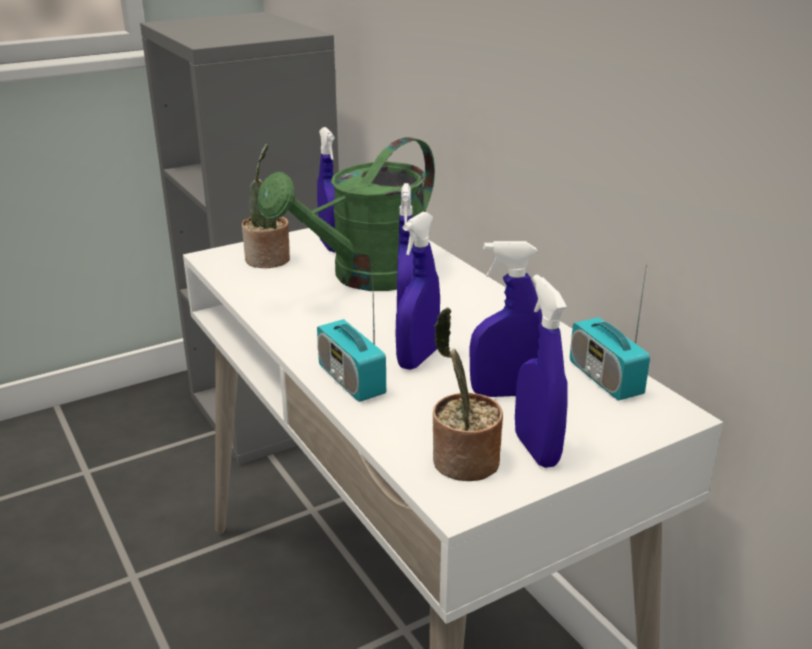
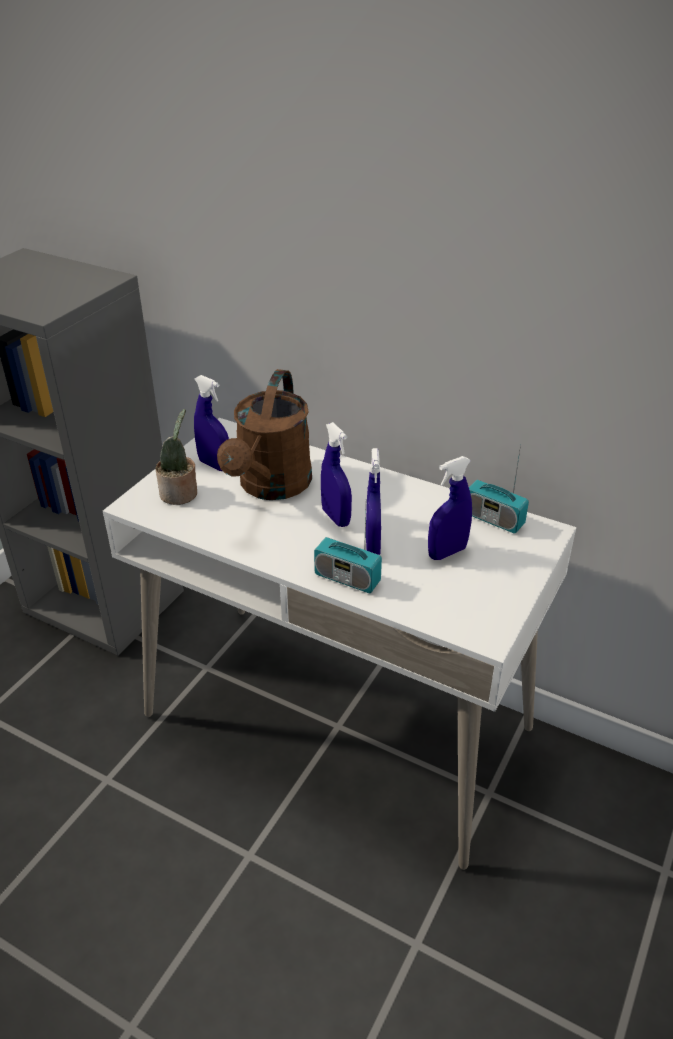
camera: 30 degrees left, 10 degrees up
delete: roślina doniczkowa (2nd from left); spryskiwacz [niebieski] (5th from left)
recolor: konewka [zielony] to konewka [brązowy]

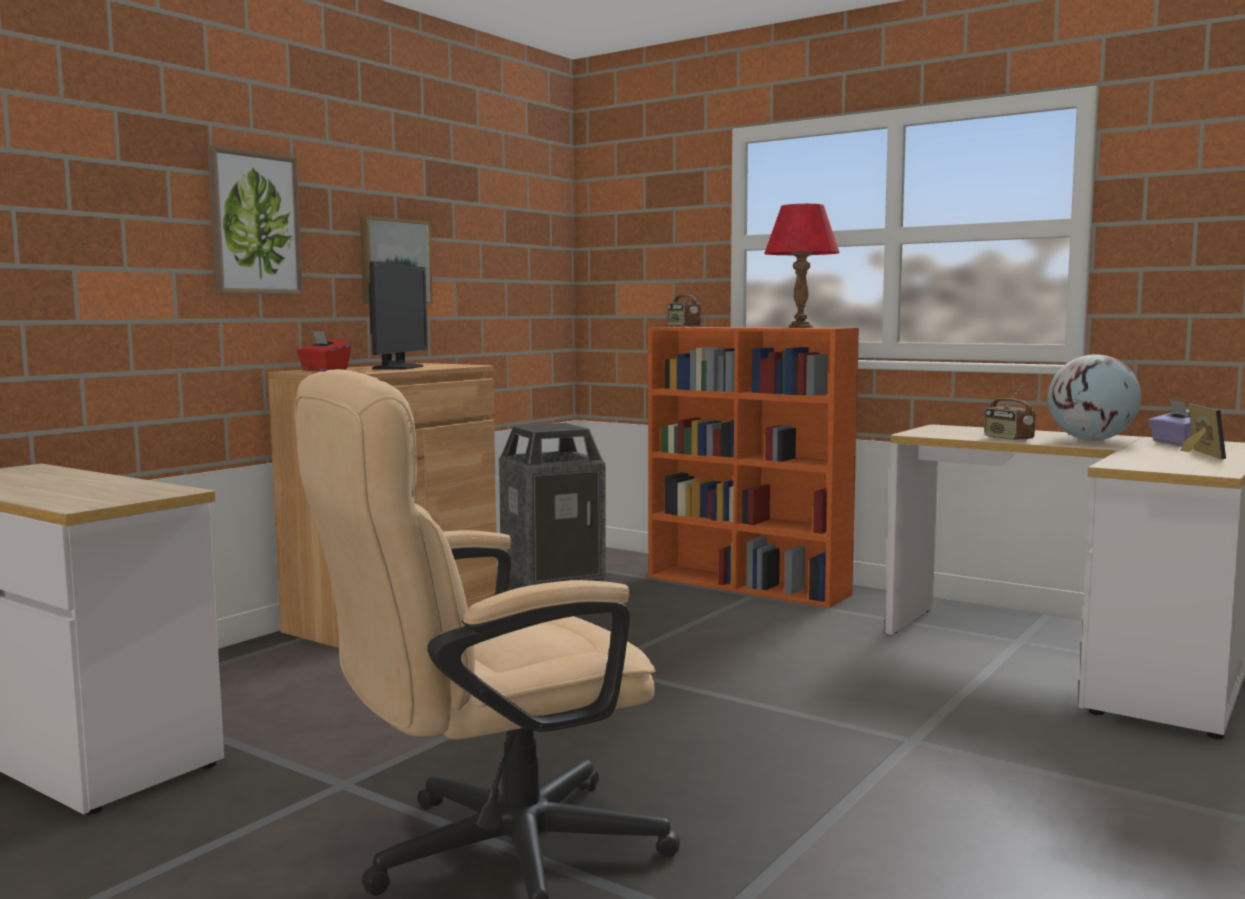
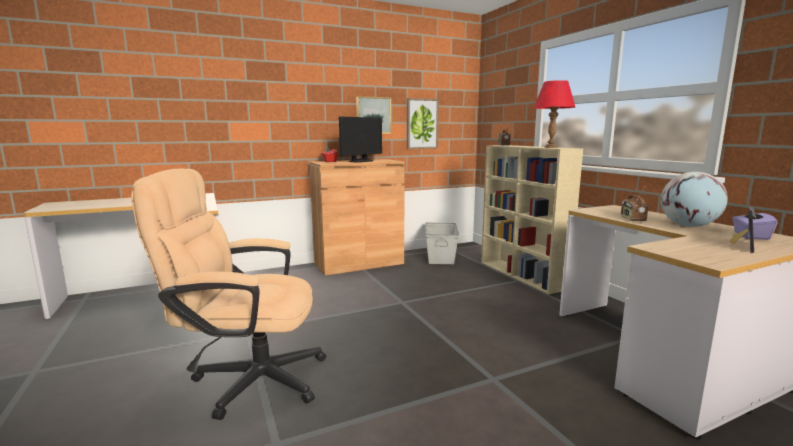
camera: 30 degrees right, 5 degrees up
move: obraz (1st from left in the first image) to obraz (2nd from left)
replace: kosz na śmieci to pojemnik do przechowywania [szary]
recolor: regał [pomarańczowy] to regał [beżowy]

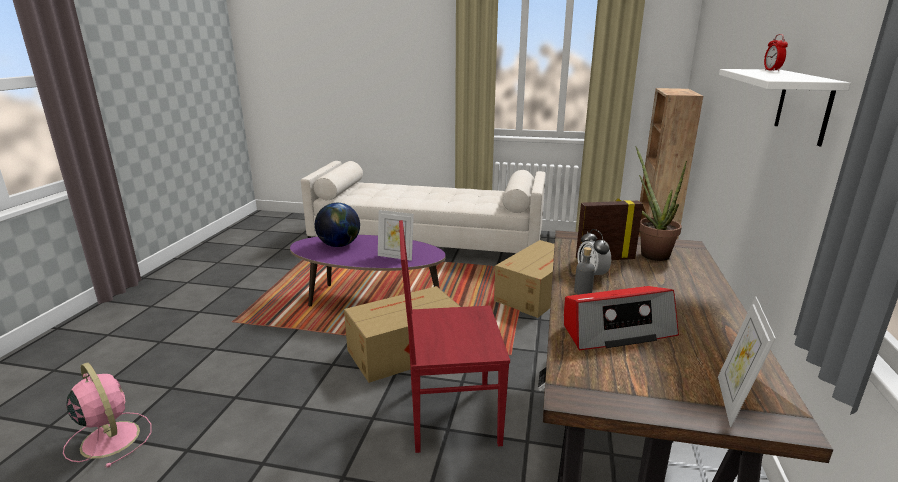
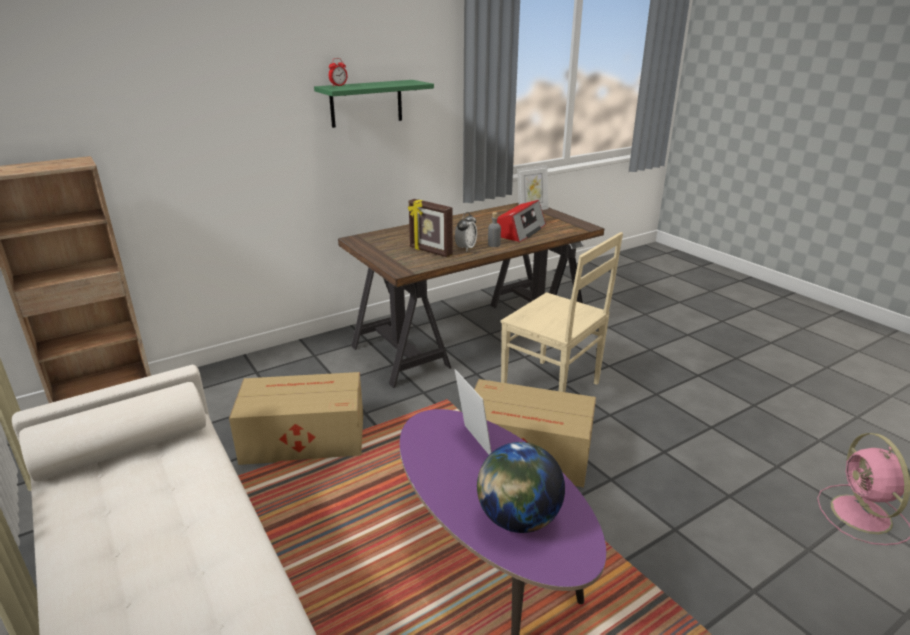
camera: 135 degrees left, 5 degrees up
delete: roślina doniczkowa
recolor: krzesło [czerwony] to krzesło [beżowy]; półka [biały] to półka [zielony]
rotate: radio 90 degrees clockwise

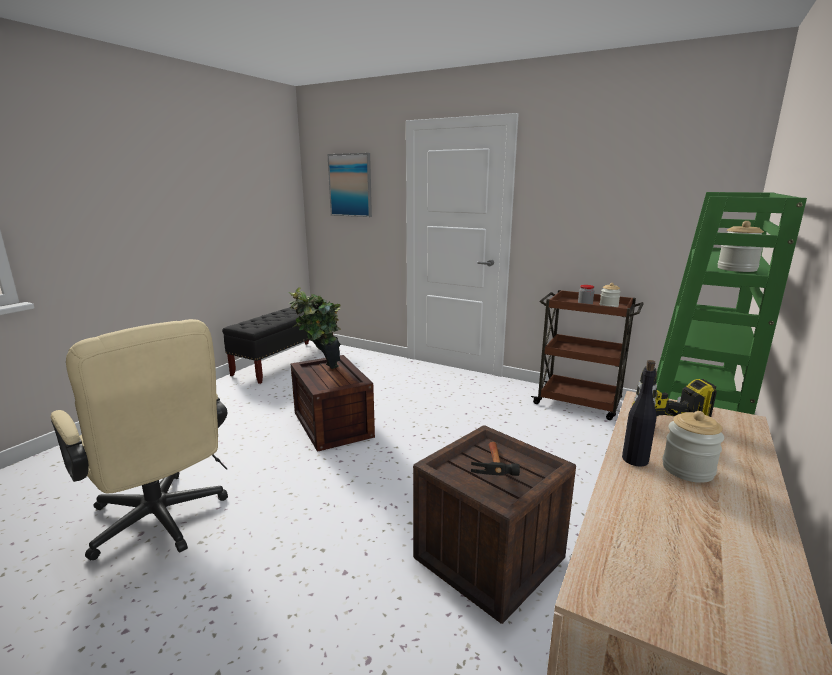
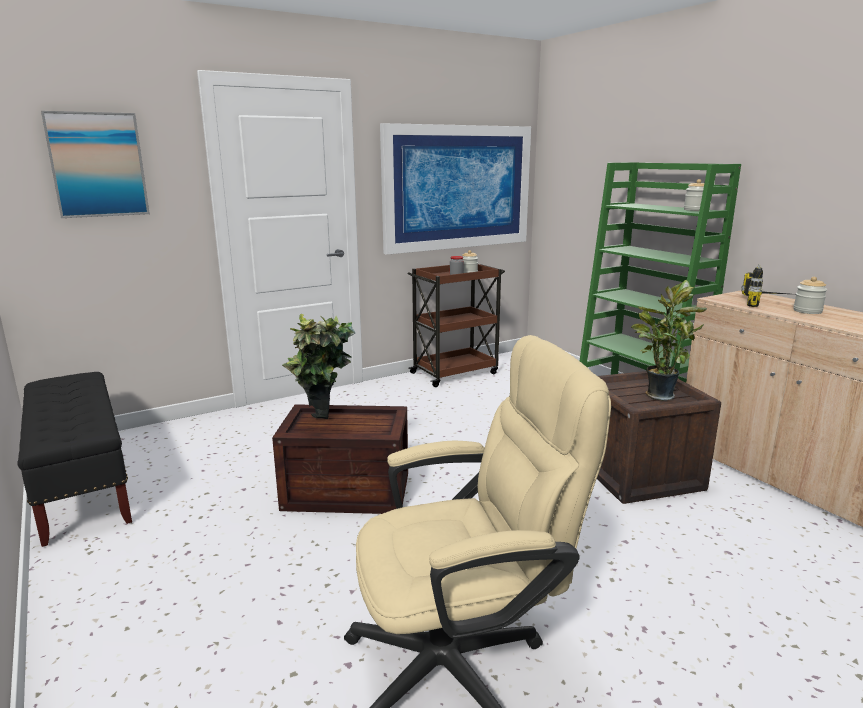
camera: 60 degrees left, 0 degrees up
delete: butelka [czarny]
insert: obraz (2nd from left)
replace: młotek to roślina doniczkowa (2nd from left)

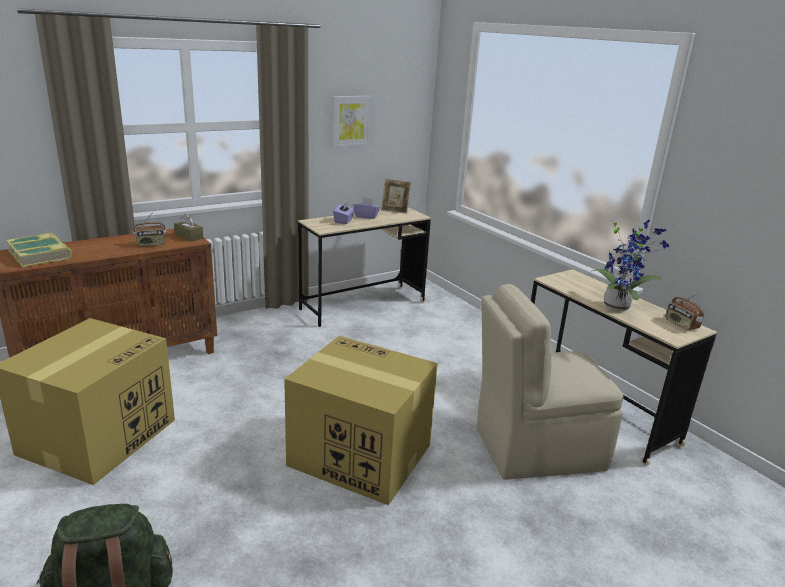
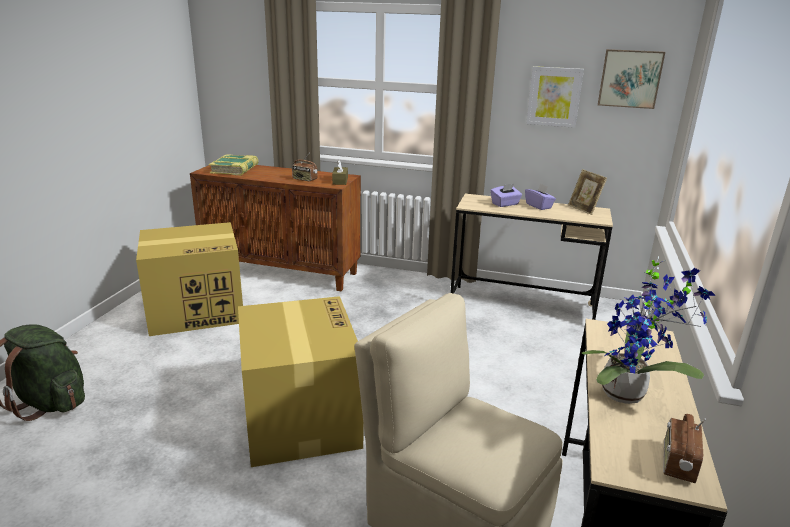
camera: 50 degrees right, 0 degrees up
insert: obraz (2nd from left)

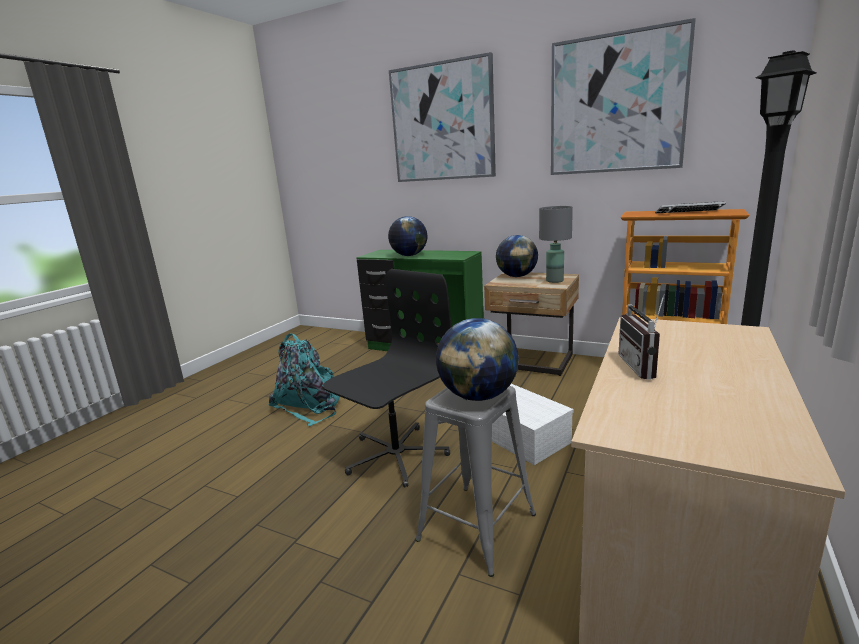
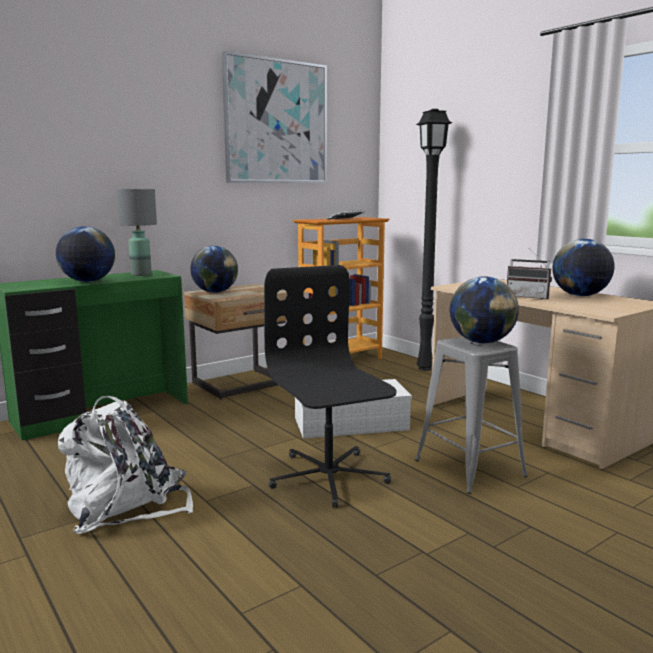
camera: 65 degrees left, 5 degrees down
delete: obraz (1st from left)
insert: globus (4th from left)
move: lampa stołowa [szary]
recolor: plecak [turkusowy] to plecak [biały]

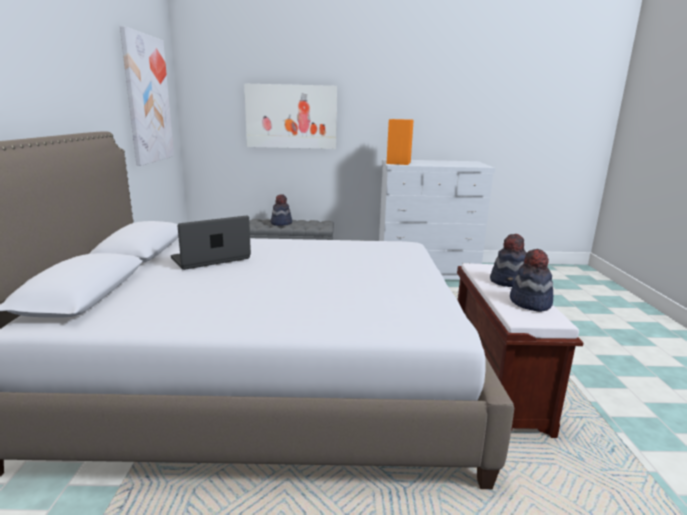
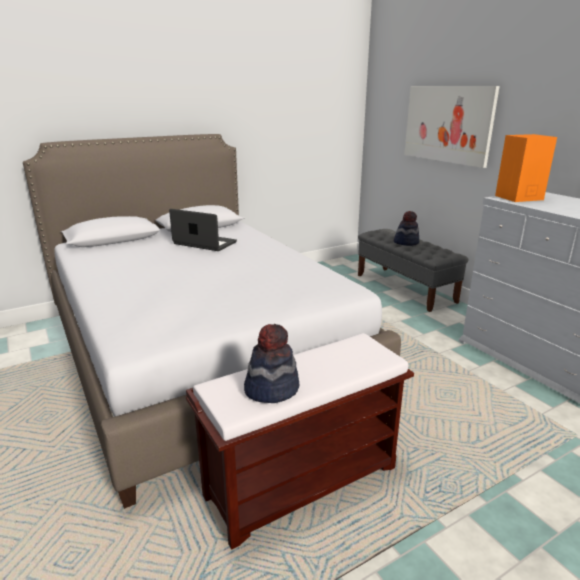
camera: 60 degrees right, 5 degrees up
delete: obraz (1st from left); kapelusz (2nd from left)

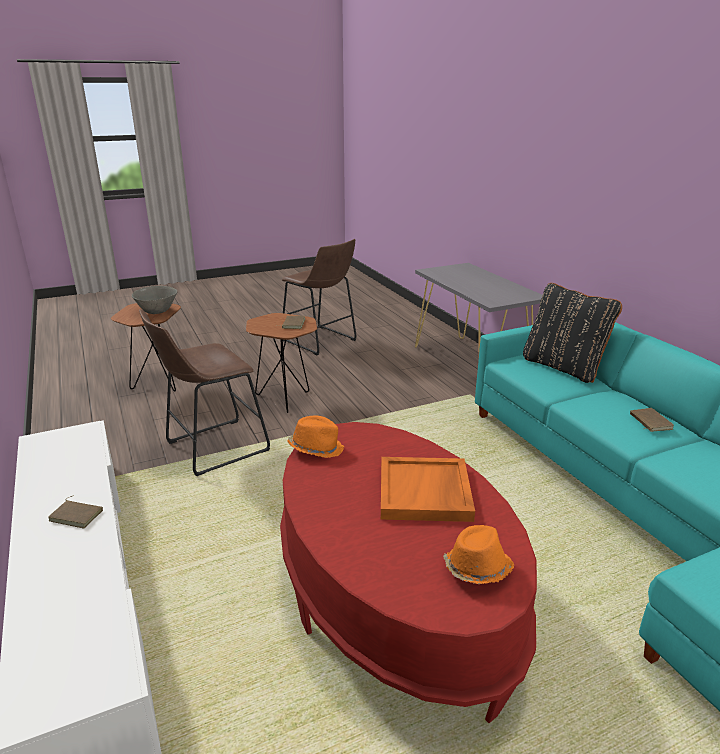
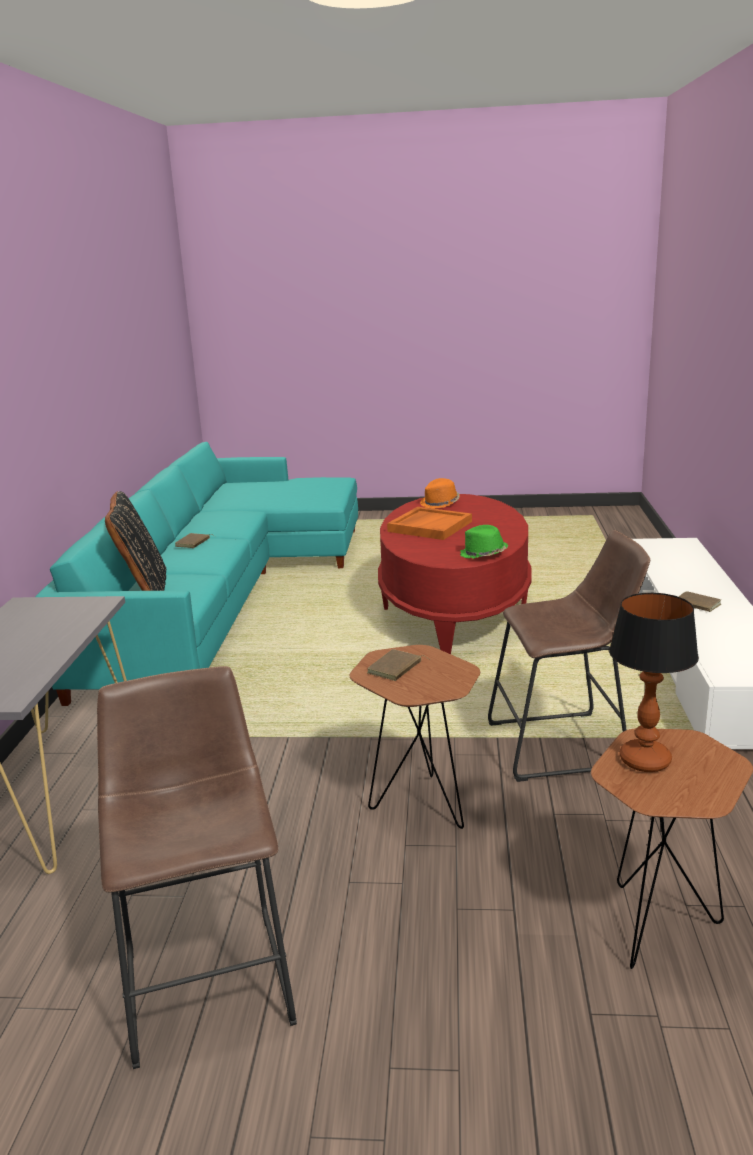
camera: 150 degrees left, 5 degrees down
replace: miska [szary] to lampa stołowa
recolor: kapelusz [pomarańczowy] (1st from left) to kapelusz [zielony]

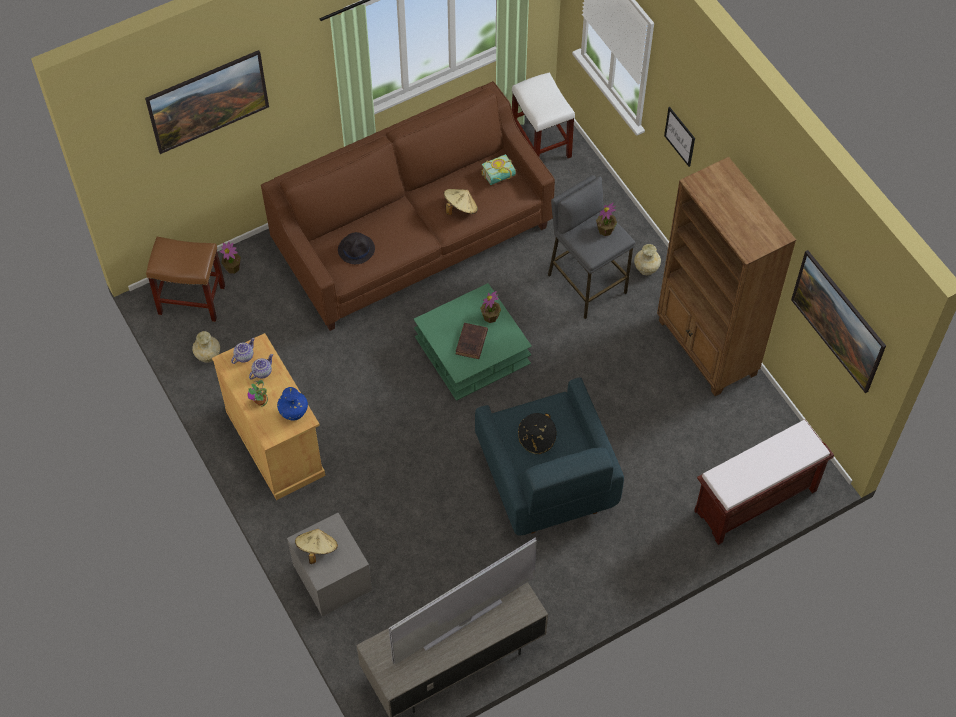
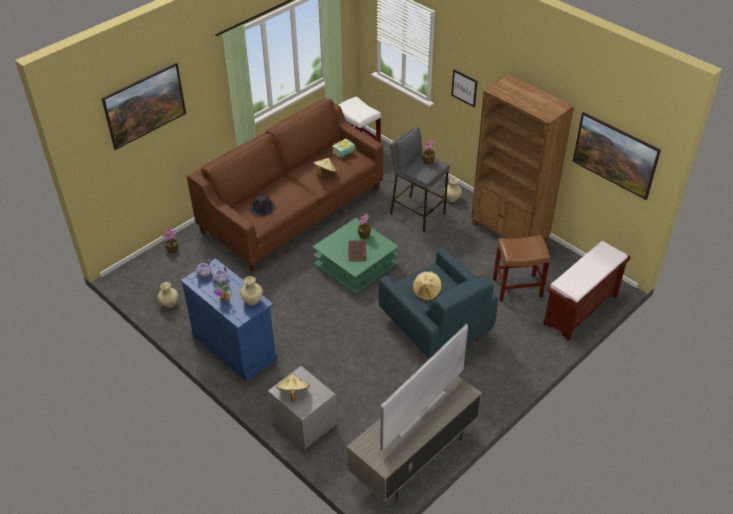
camera: 15 degrees left, 15 degrees down
move: stołek [brązowy]
recolor: szafka [beżowy] to szafka [niebieski]; wazon [niebieski] to wazon [beżowy] (2nd from left); kapelusz [czarny] (2nd from left) to kapelusz [beżowy] (3rd from left)

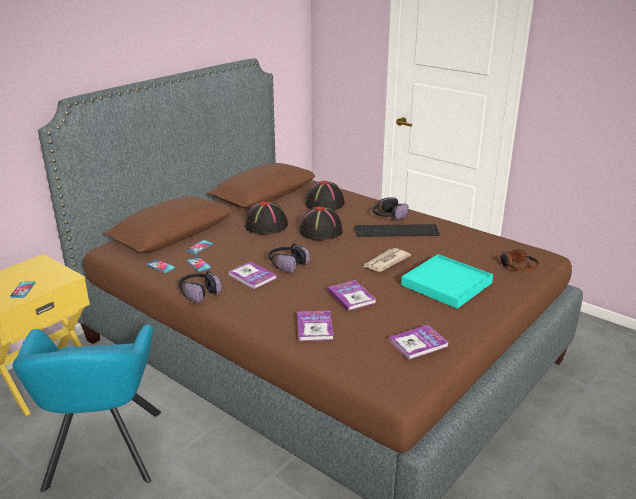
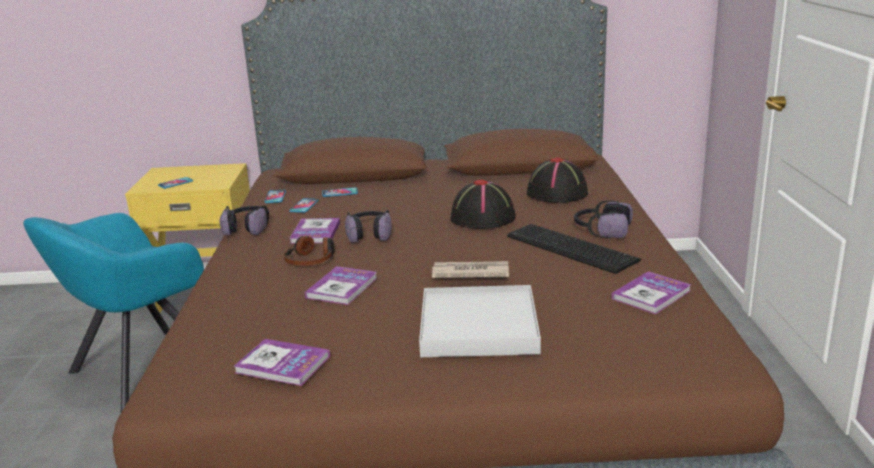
camera: 50 degrees right, 5 degrees down
delete: kapelusz [czarny] (1st from left)
move: książka (2nd from left in the first image) to książka (4th from left); słuchawki (4th from left in the first image) to słuchawki (2nd from left)
recolor: taca [turkusowy] to taca [biały]

